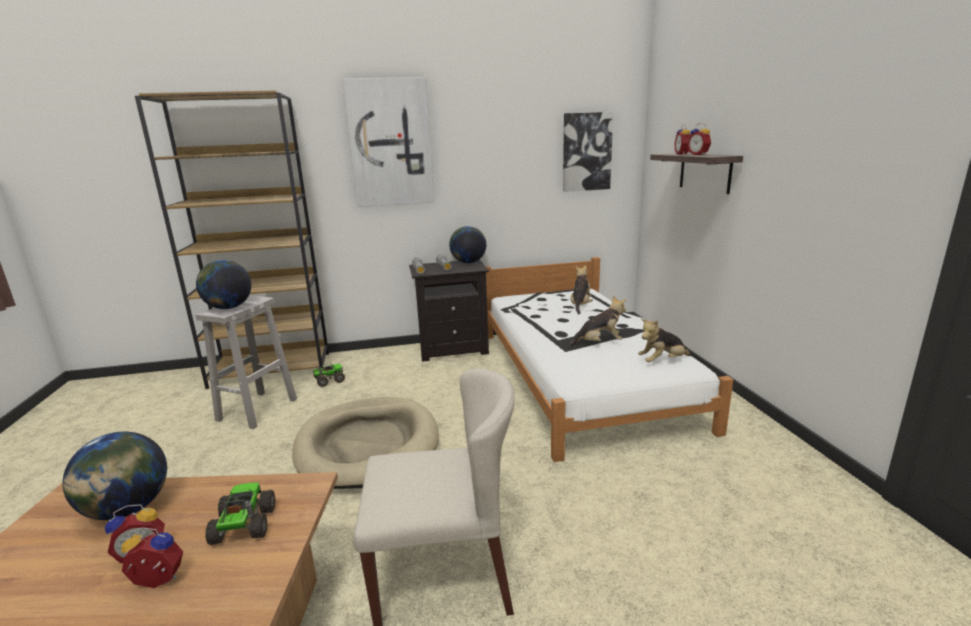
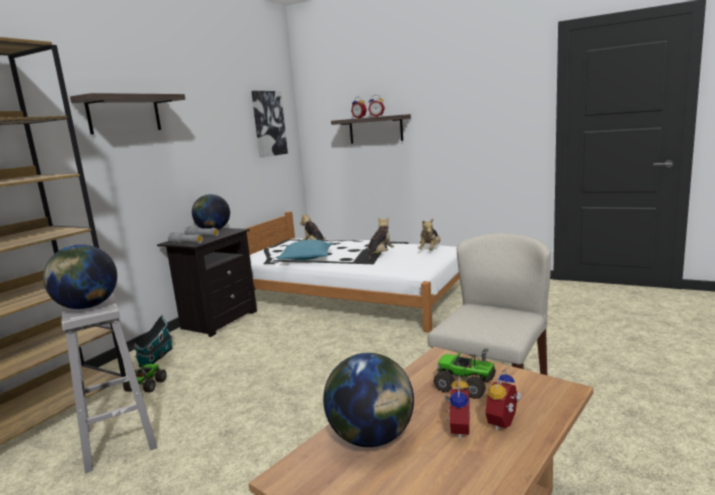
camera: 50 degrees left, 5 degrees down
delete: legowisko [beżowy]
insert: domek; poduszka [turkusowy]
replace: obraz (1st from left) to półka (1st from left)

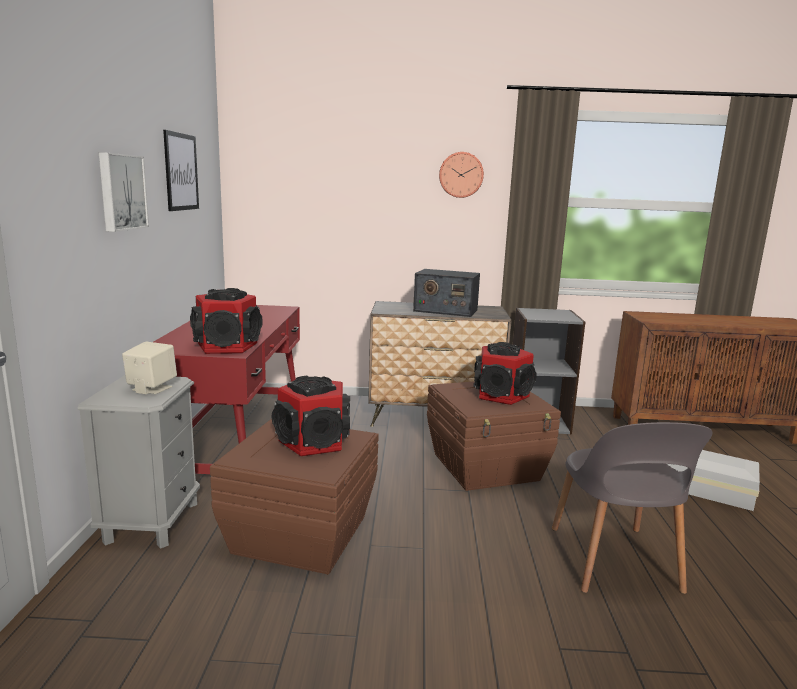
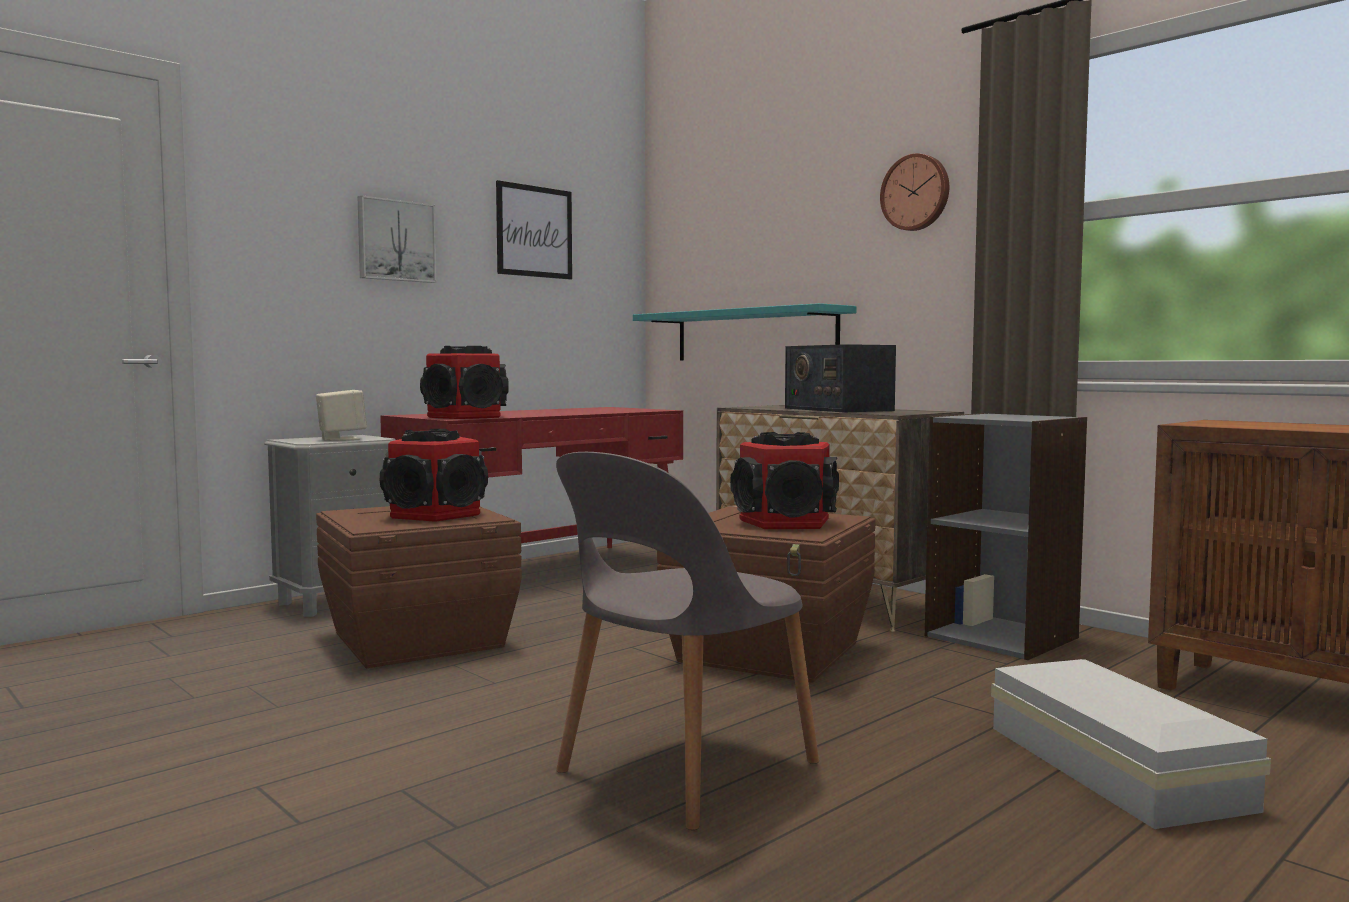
camera: 45 degrees right, 10 degrees down
insert: półka [turkusowy]

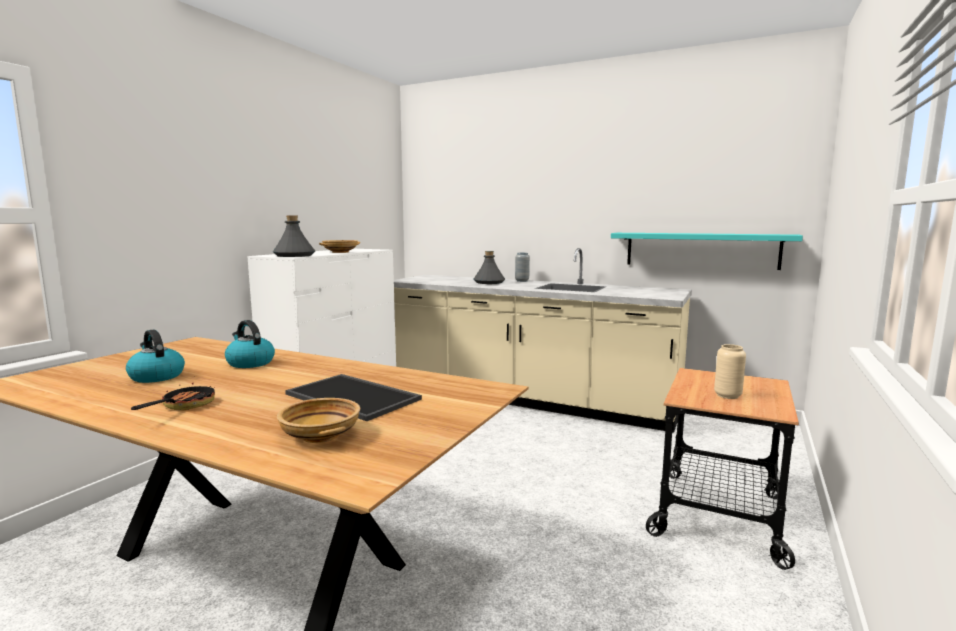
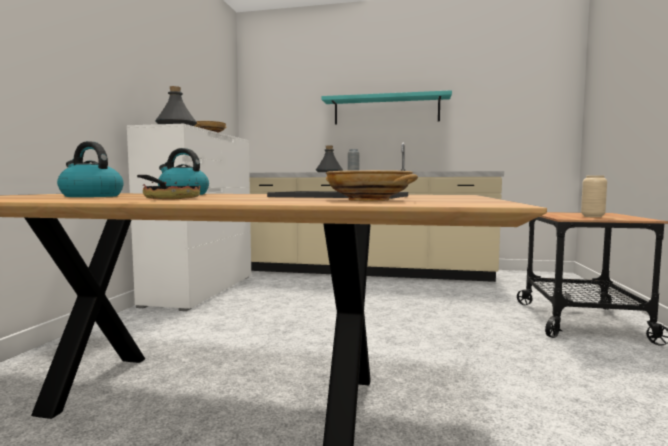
camera: 15 degrees left, 5 degrees down
move: półka [turkusowy]

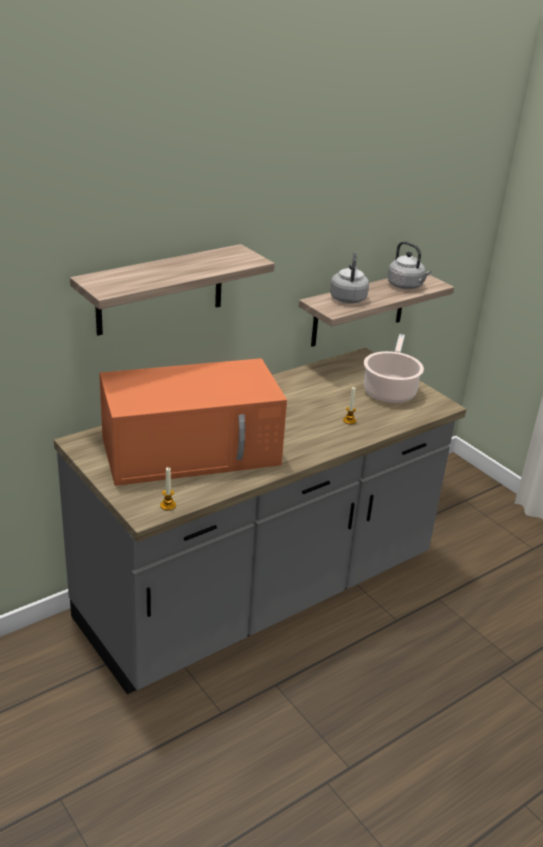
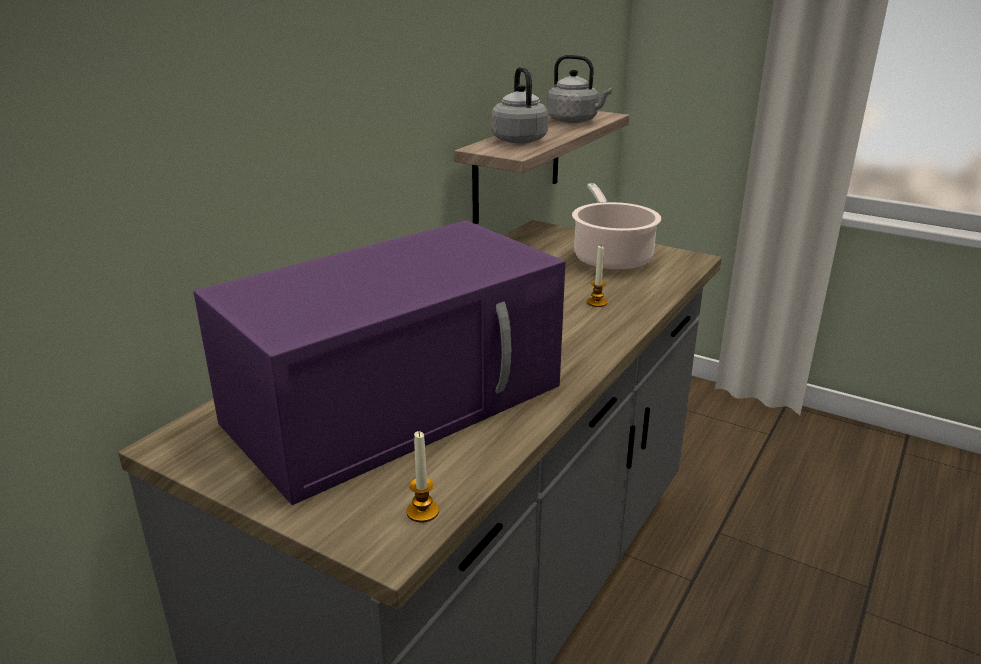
camera: 20 degrees left, 5 degrees down
delete: półka (1st from left)
recolor: mikrofalówka [pomarańczowy] to mikrofalówka [fioletowy]

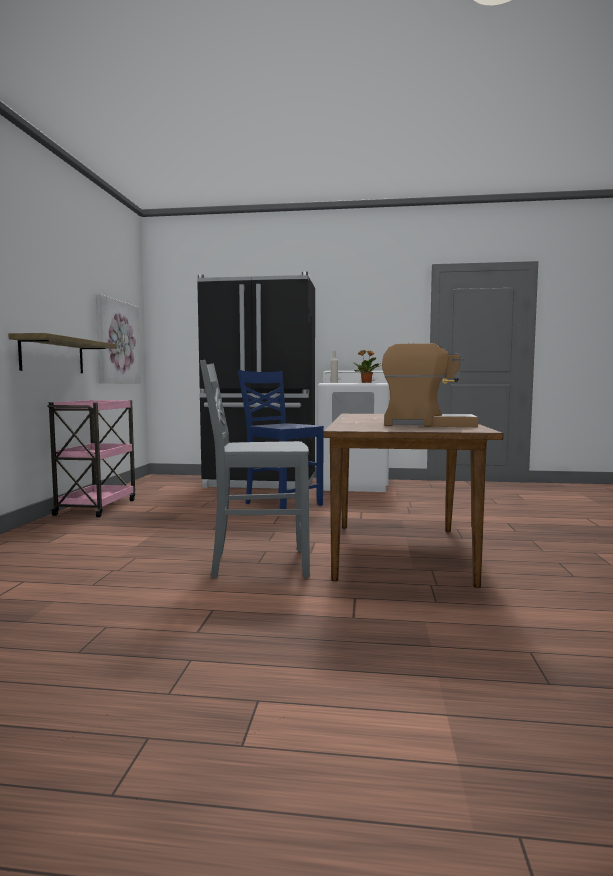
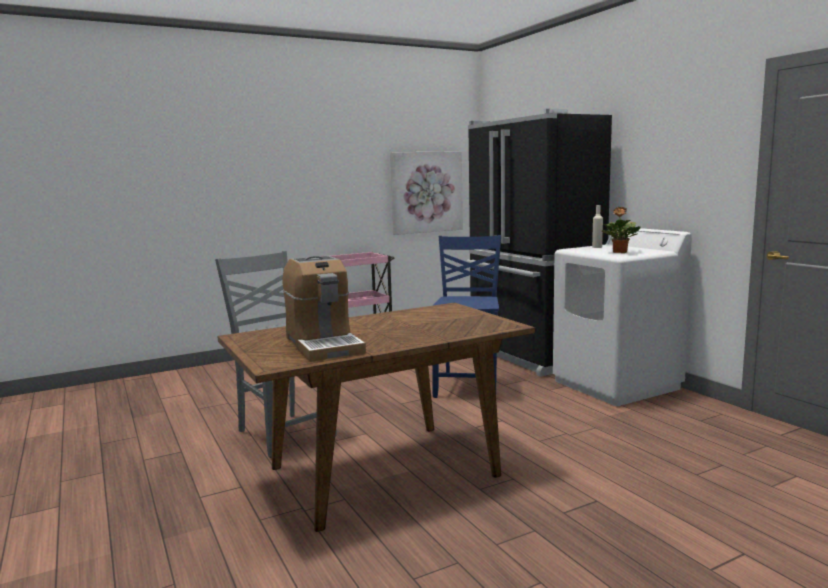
camera: 55 degrees right, 5 degrees up
delete: półka

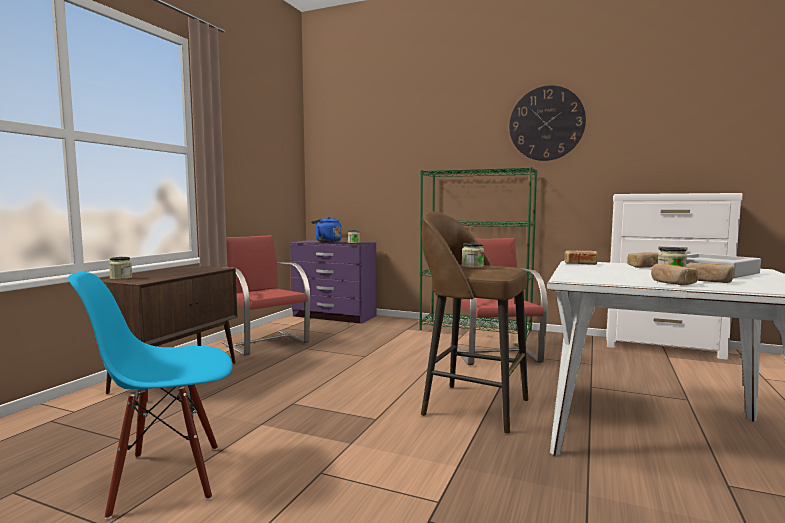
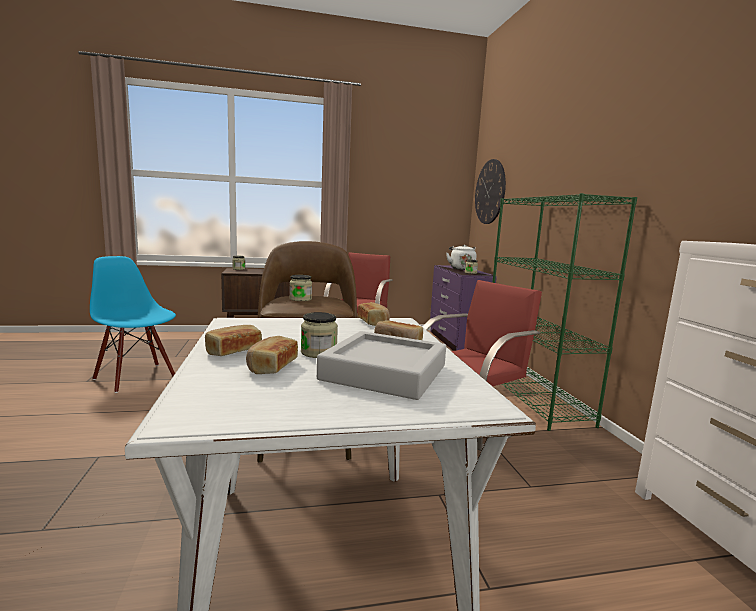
camera: 55 degrees right, 5 degrees up
move: zegar ścienny
recolor: czajnik [niebieski] to czajnik [biały]

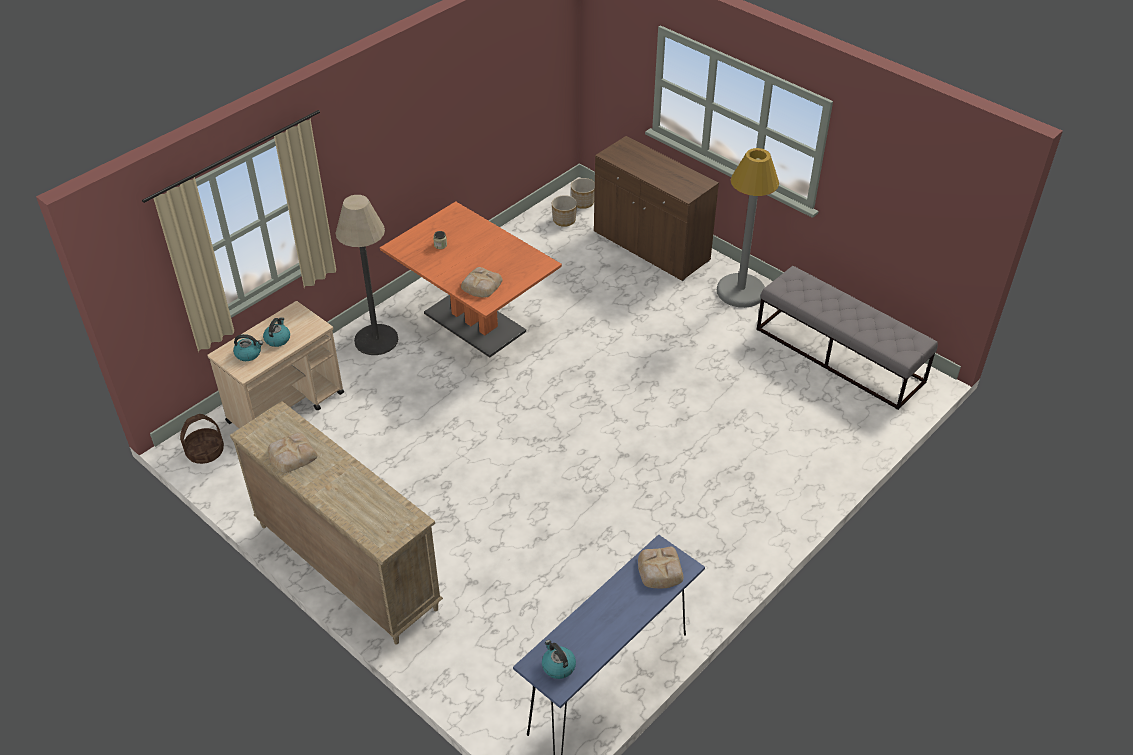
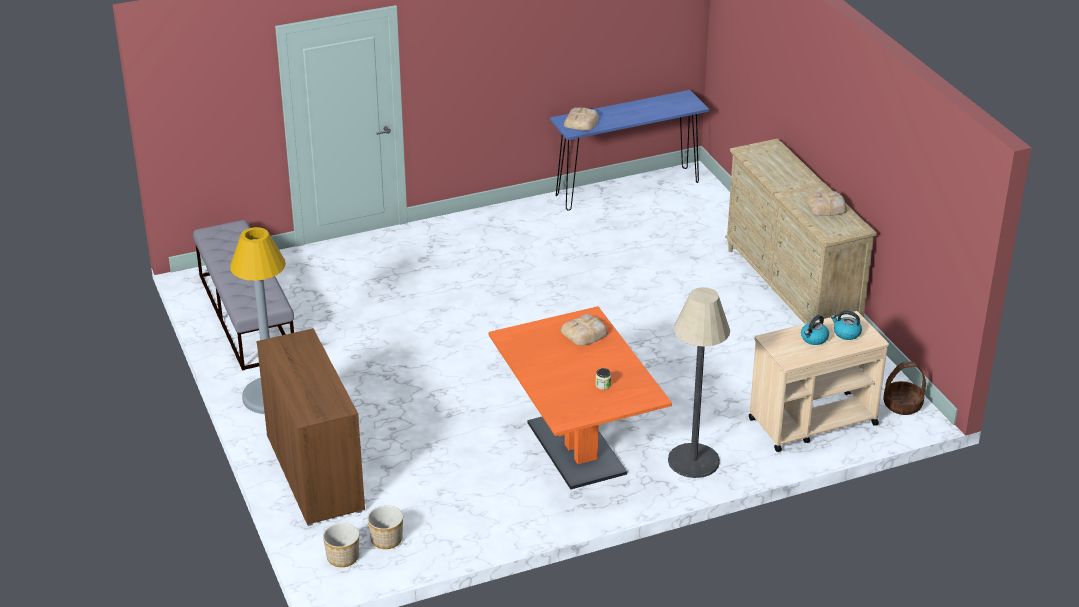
camera: 155 degrees left, 10 degrees down
delete: czajnik (3rd from left)

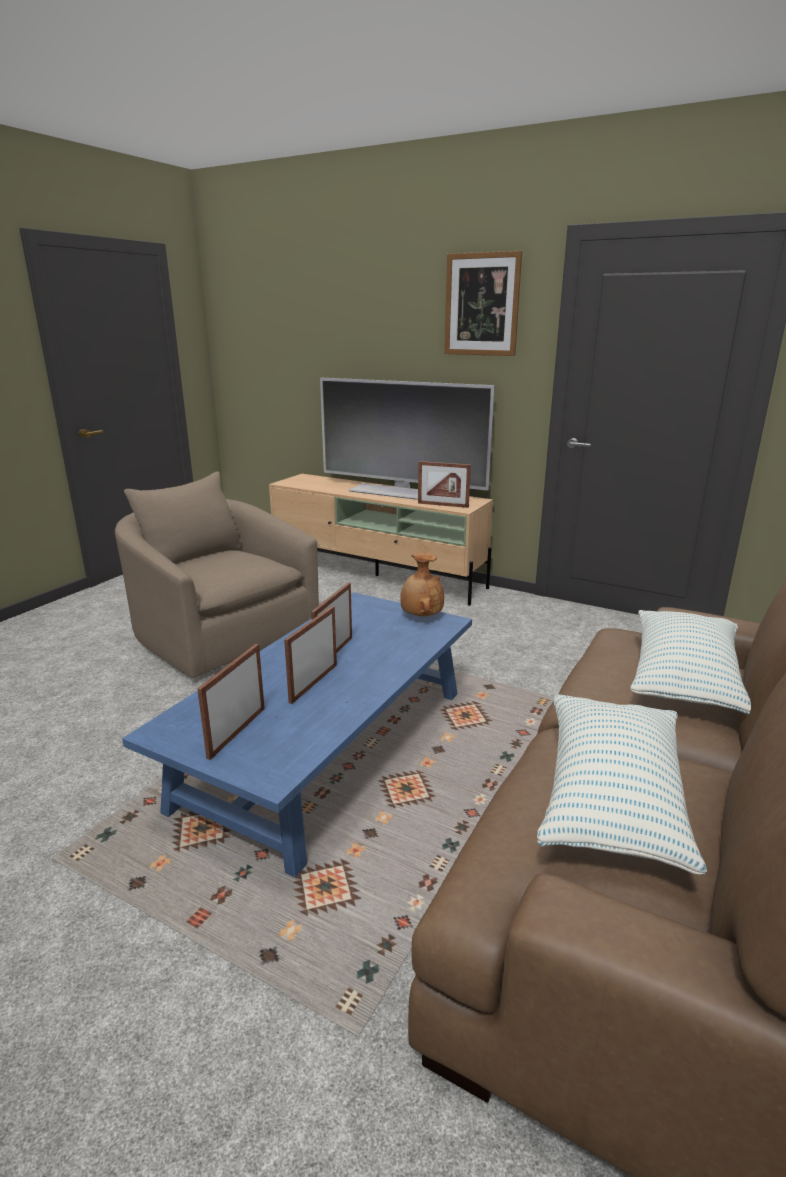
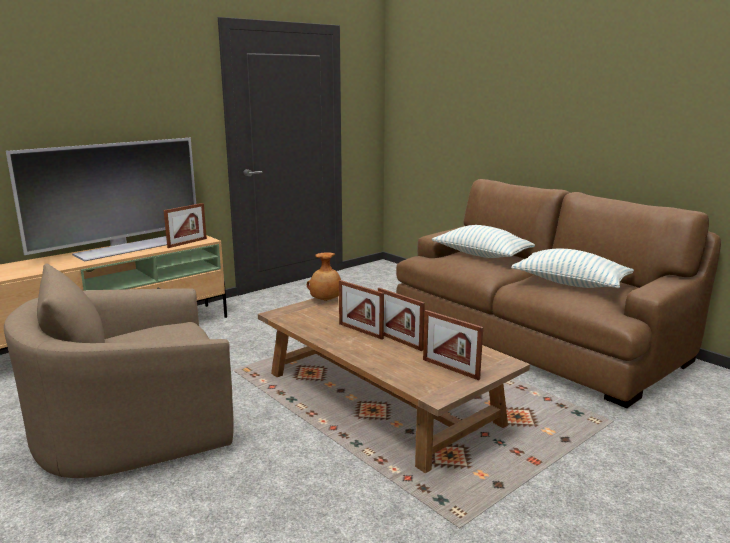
camera: 70 degrees left, 5 degrees down
delete: obraz
recolor: ława [niebieski] to ława [brązowy]

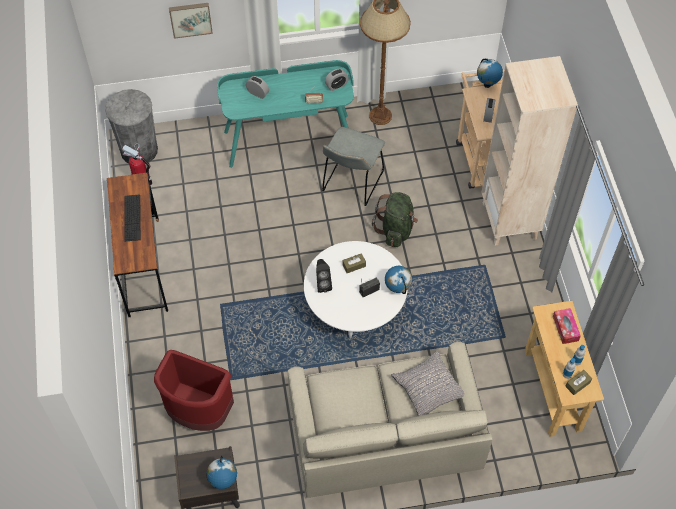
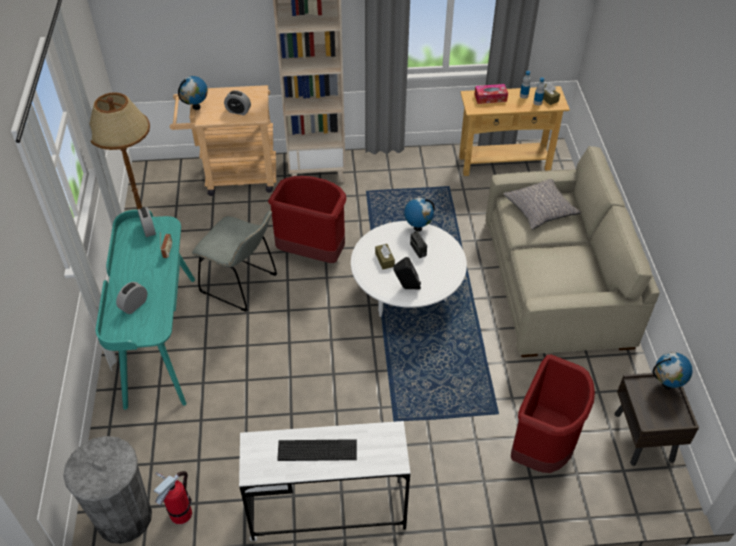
camera: 85 degrees left, 10 degrees down
delete: obraz
replace: plecak [zielony] to kosz na śmieci [czerwony] (1st from left)
recolor: biurko [brązowy] to biurko [biały]

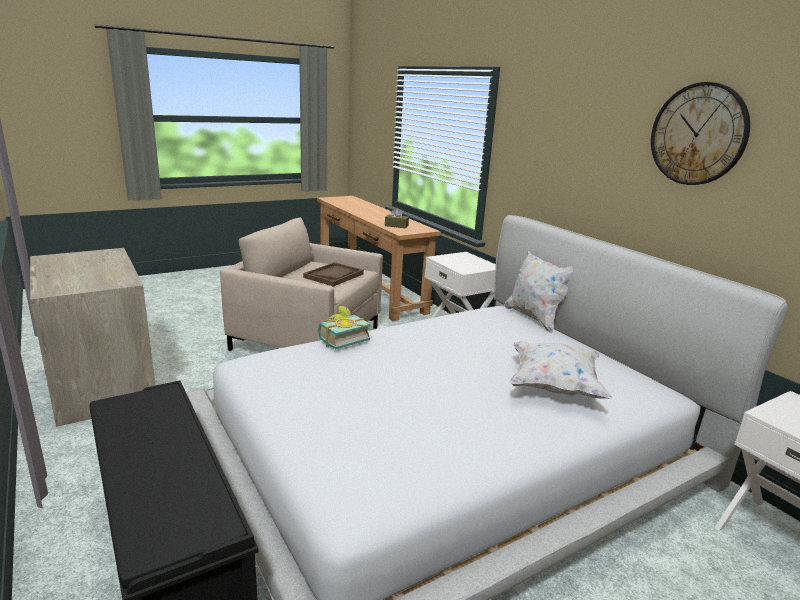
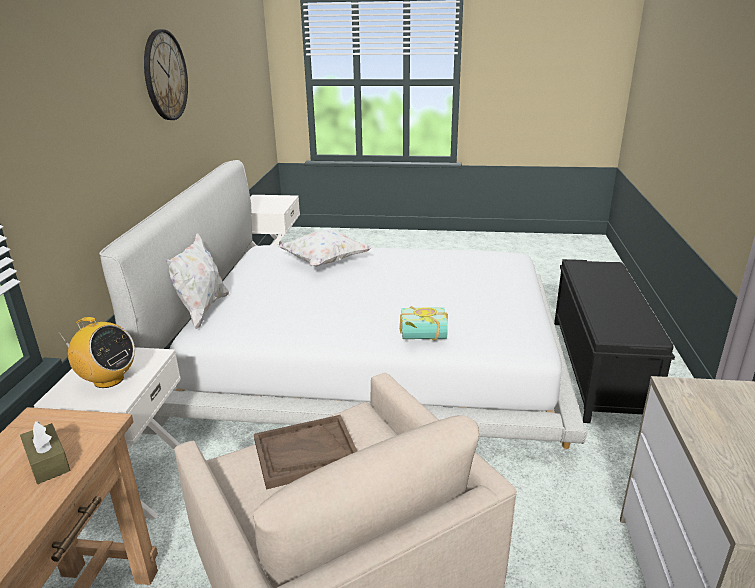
camera: 140 degrees left, 5 degrees up
insert: radio

